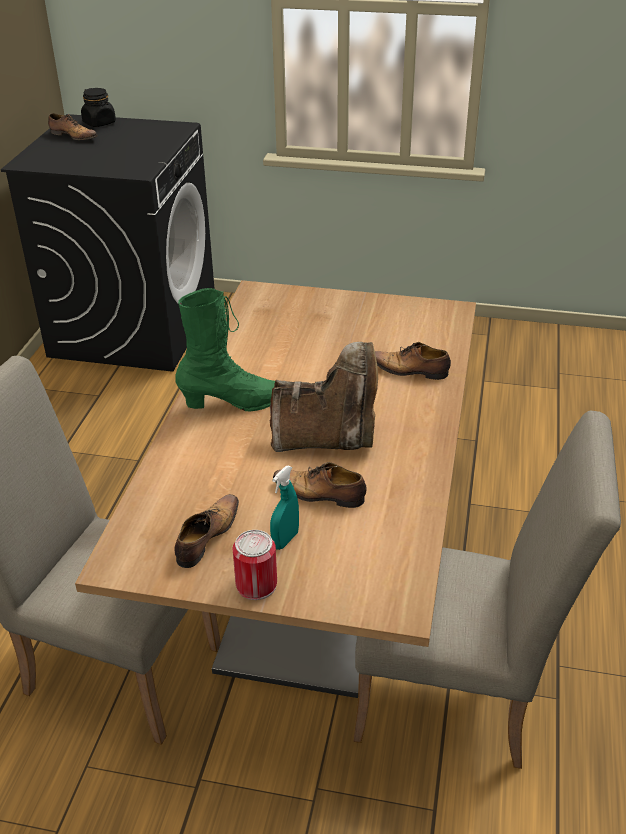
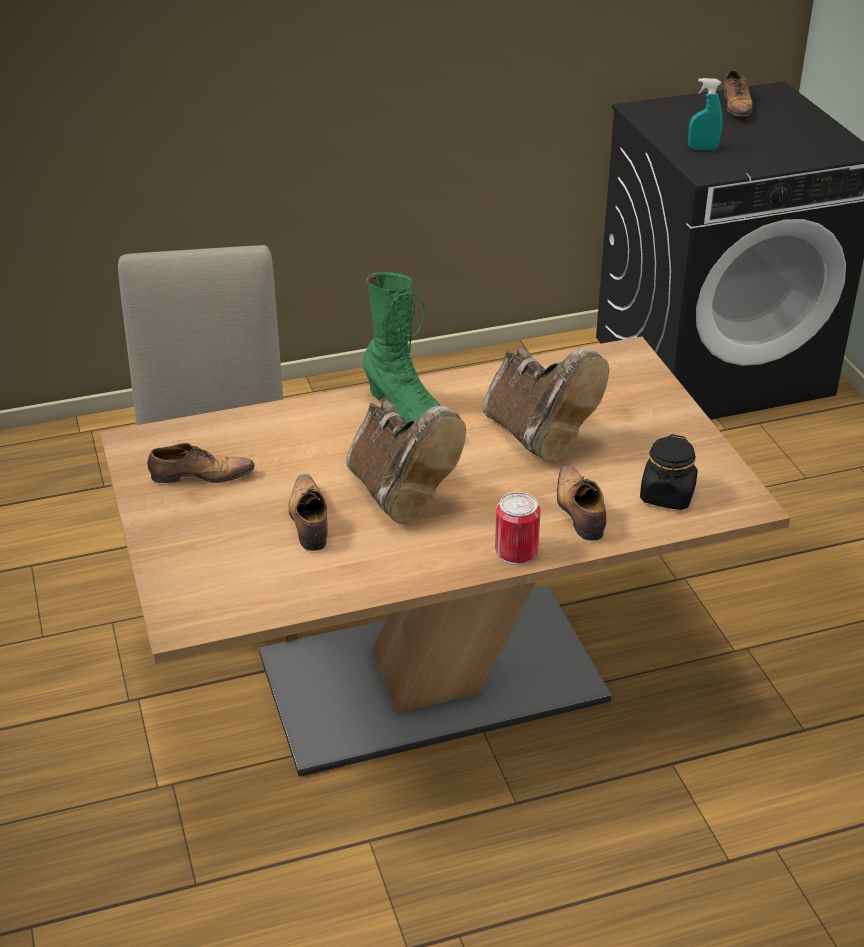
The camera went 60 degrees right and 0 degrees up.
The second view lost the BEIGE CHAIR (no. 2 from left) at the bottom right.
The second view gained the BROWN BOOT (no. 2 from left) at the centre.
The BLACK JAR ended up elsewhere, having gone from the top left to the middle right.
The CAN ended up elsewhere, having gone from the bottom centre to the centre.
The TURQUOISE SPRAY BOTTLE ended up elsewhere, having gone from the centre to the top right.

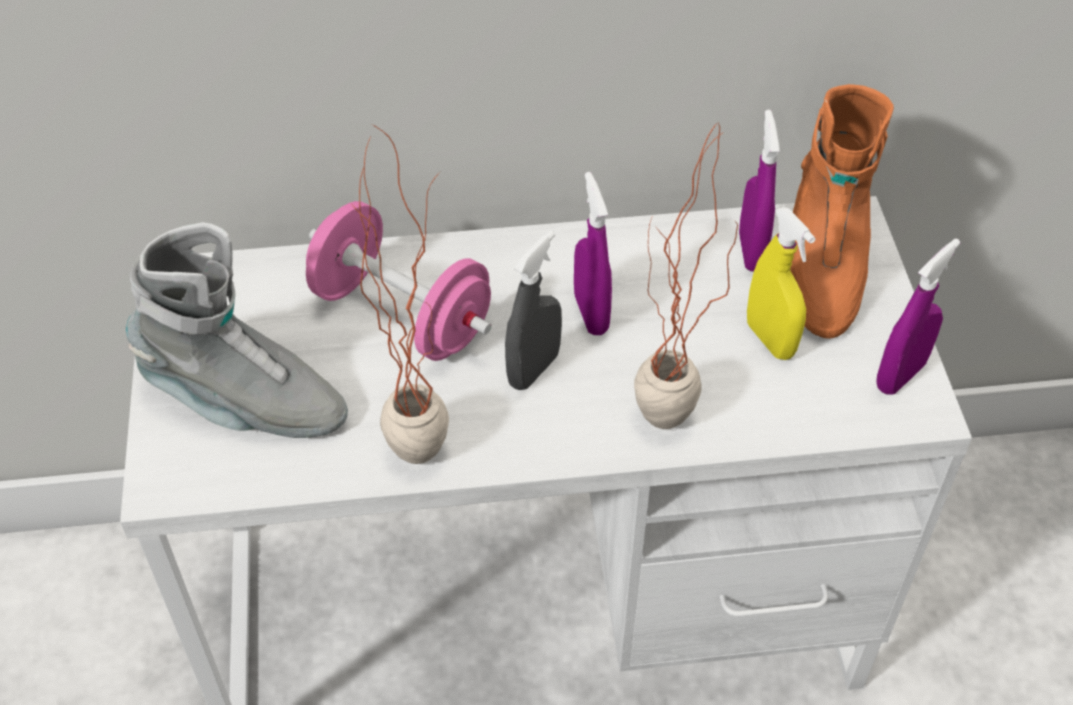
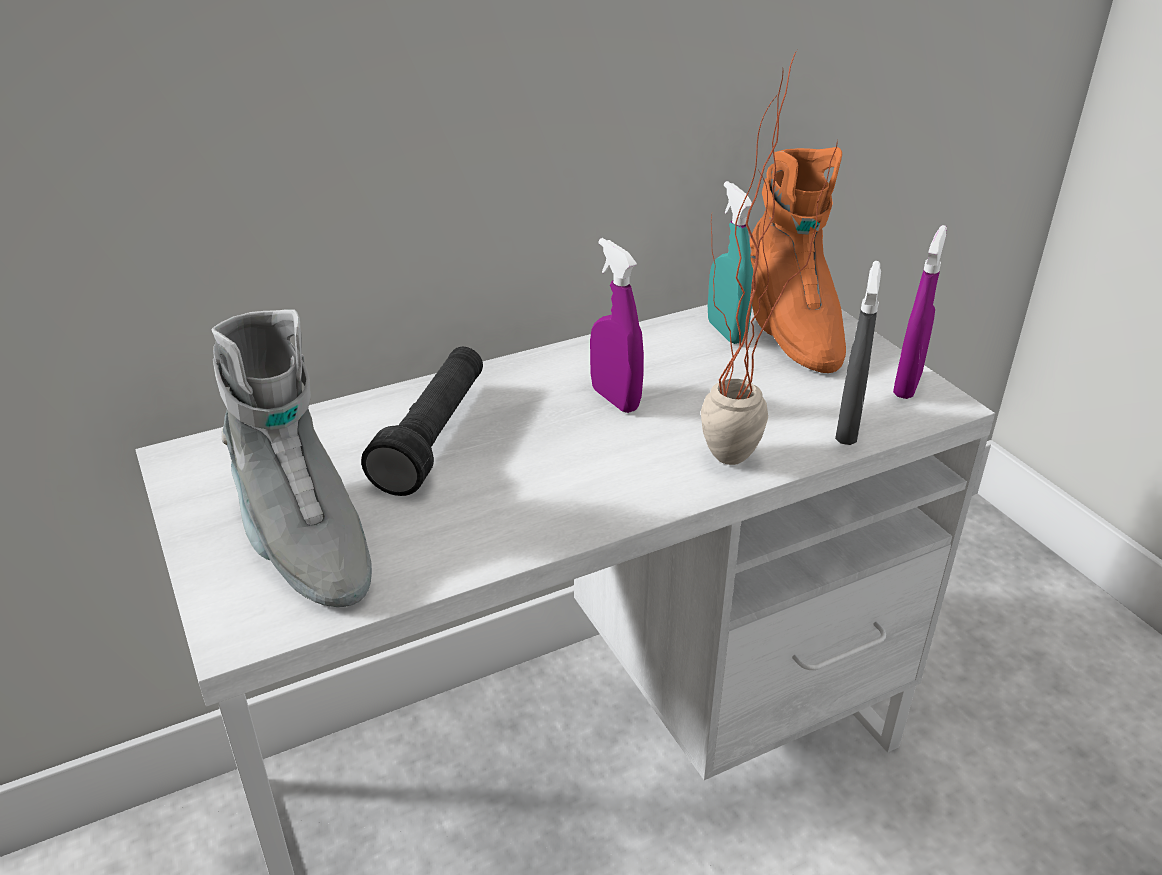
The camera went 20 degrees left and 15 degrees down.
The second view lost the POTTED PLANT (no. 1 from left) at the centre.
The second view lost the YELLOW SPRAY BOTTLE at the middle right.
The GREY SPRAY BOTTLE ended up elsewhere, having gone from the centre to the middle right.
Where the PINK DUMBBELL stood at the centre, the BLACK FLASHLIGHT came to stand at the centre.
What was the PURPLE SPRAY BOTTLE (no. 2 from left) at the top right turned into the TURQUOISE SPRAY BOTTLE at the top centre.
The GREY BOOT at the middle left ended up facing another way, 60 degrees clockwise from before.

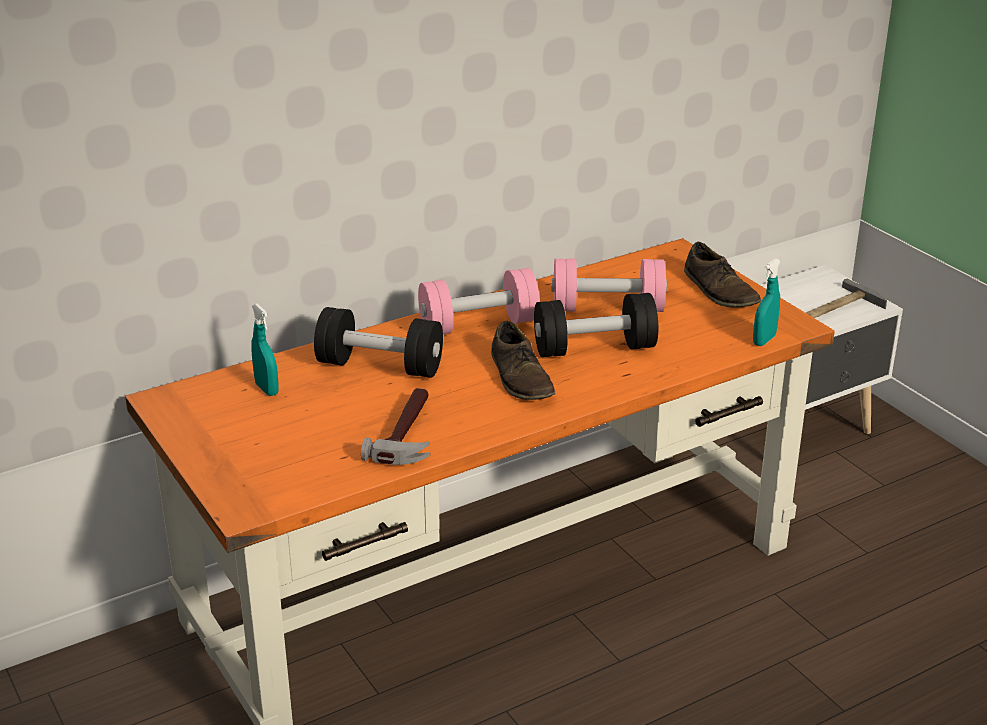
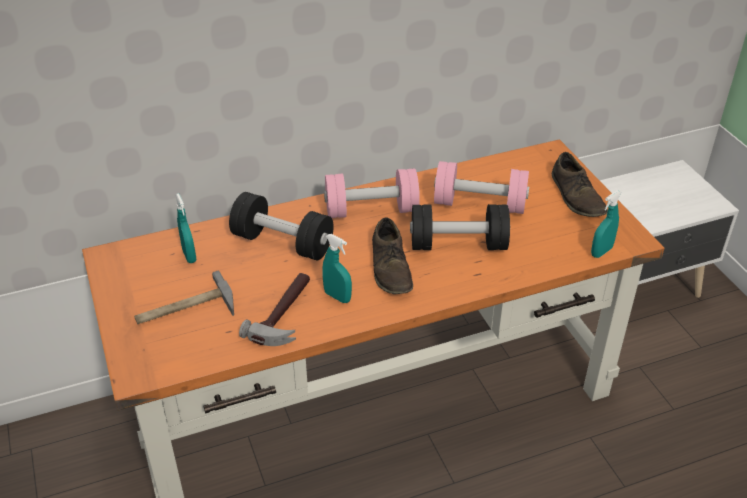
The camera went 10 degrees right and 10 degrees up.
The second view gained the TURQUOISE SPRAY BOTTLE (no. 2 from left) at the centre.
The HAMMER (no. 2 from left in the first image) ended up elsewhere, having gone from the middle right to the middle left.

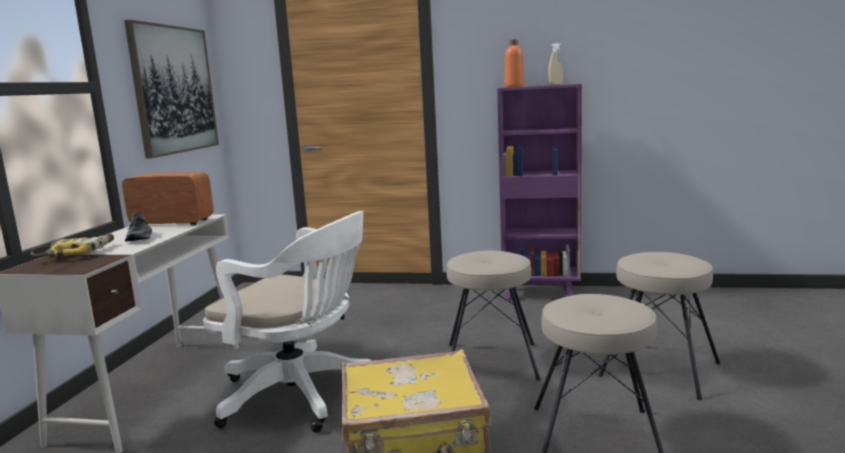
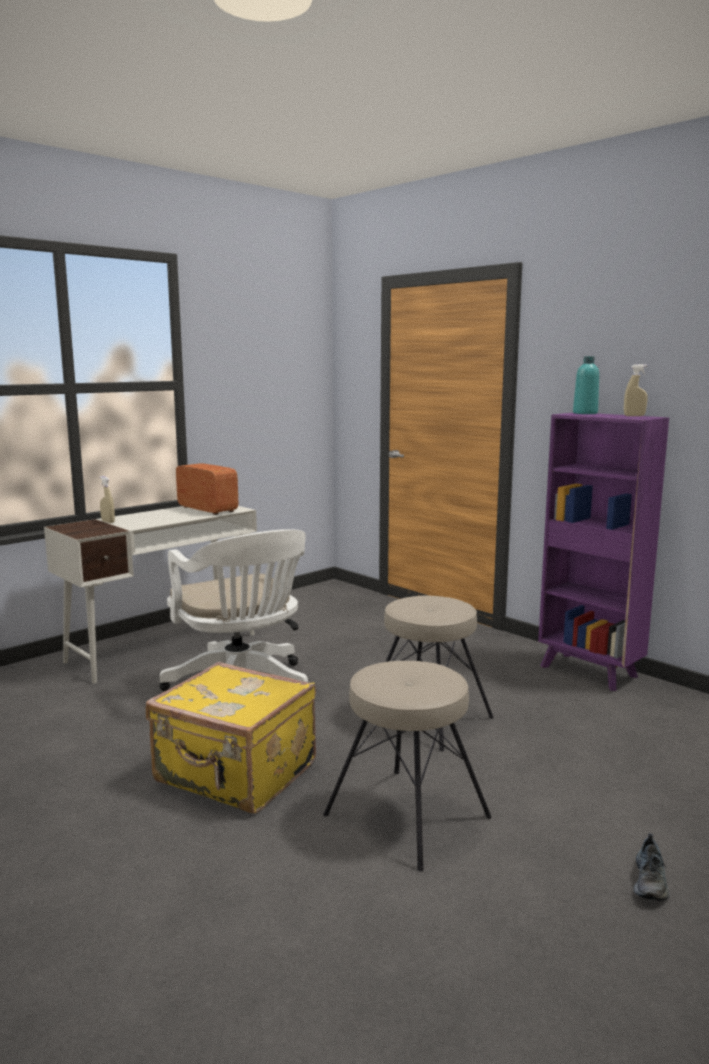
The camera went 35 degrees right and 0 degrees up.
The second view lost the PICTURE at the top left.
The second view lost the BEIGE STOOL (no. 3 from left) at the bottom right.
The SHOE ended up elsewhere, having gone from the middle left to the bottom right.
Where the POWER DRILL stood at the middle left, the BEIGE SPRAY BOTTLE (no. 1 from left) came to stand at the middle left.
What was the ORANGE BOTTLE at the top centre turned into the TURQUOISE BOTTLE at the middle right.

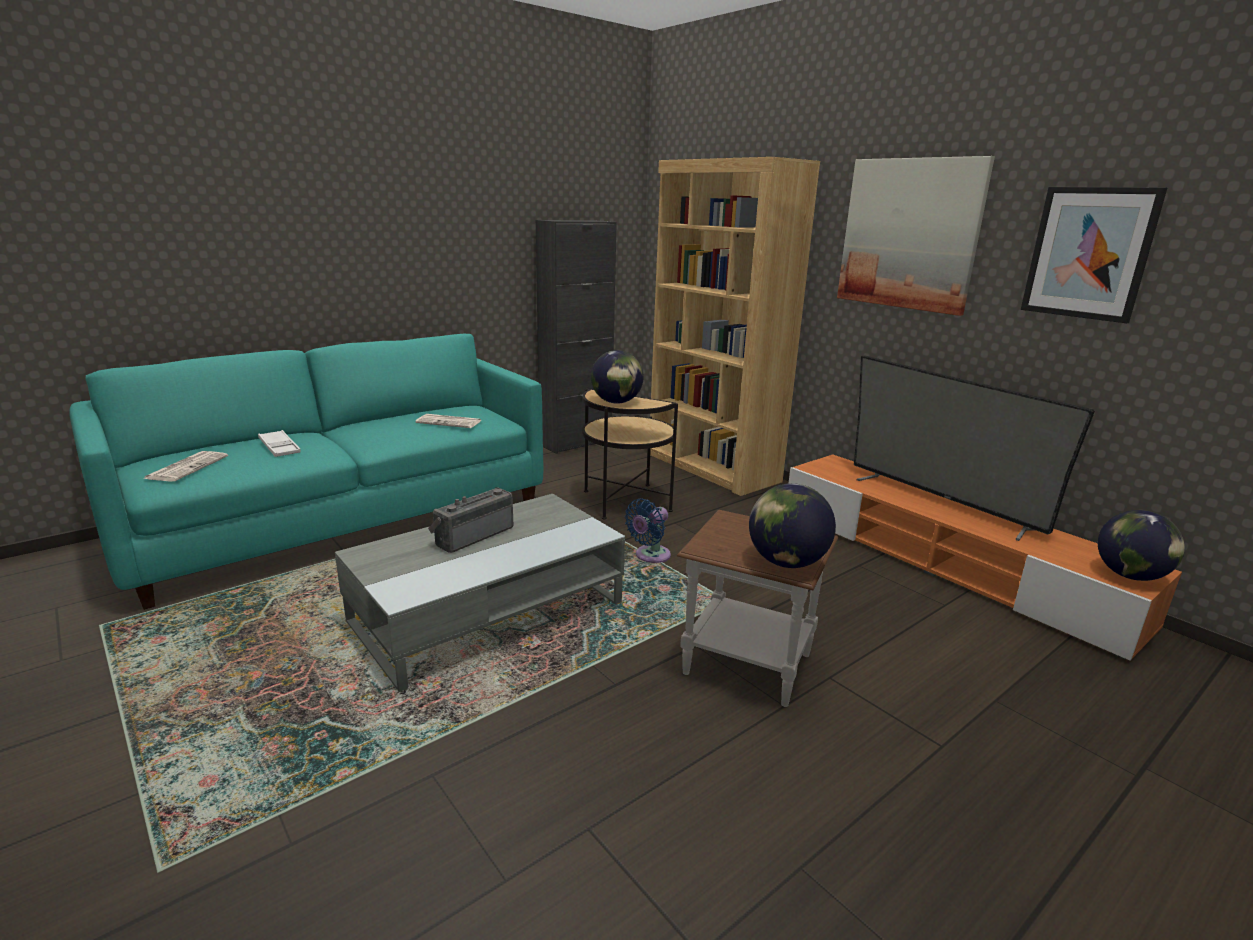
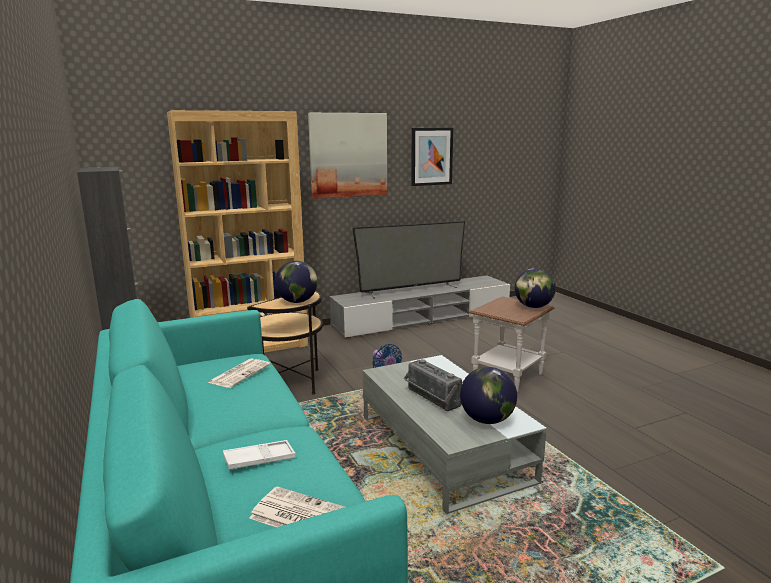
The camera went 75 degrees left and 5 degrees down.
The GLOBE (no. 3 from left in the first image) ended up elsewhere, having gone from the middle right to the bottom centre.
What was the ORANGE TV STAND at the middle right turned into the GREY TV STAND at the centre.

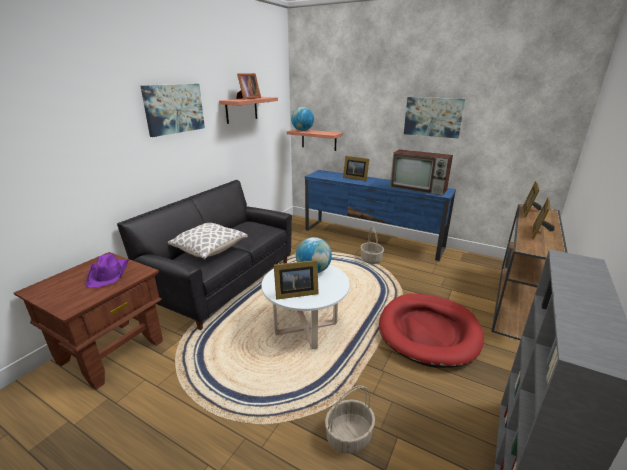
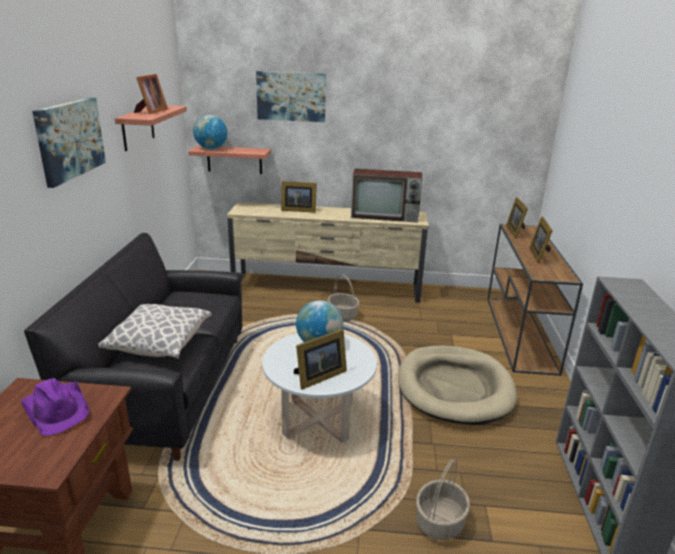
The camera went 25 degrees left and 0 degrees up.
The PICTURE (no. 2 from left) ended up elsewhere, having gone from the top right to the top centre.
What was the BLUE TV STAND at the centre turned into the BEIGE TV STAND at the centre.
What was the RED DOG BED at the bottom right turned into the BEIGE DOG BED at the bottom right.

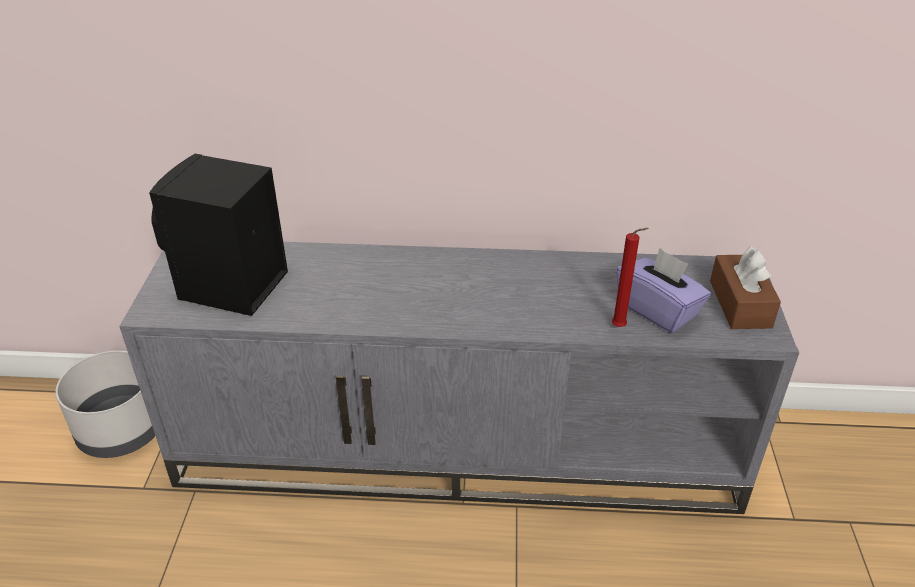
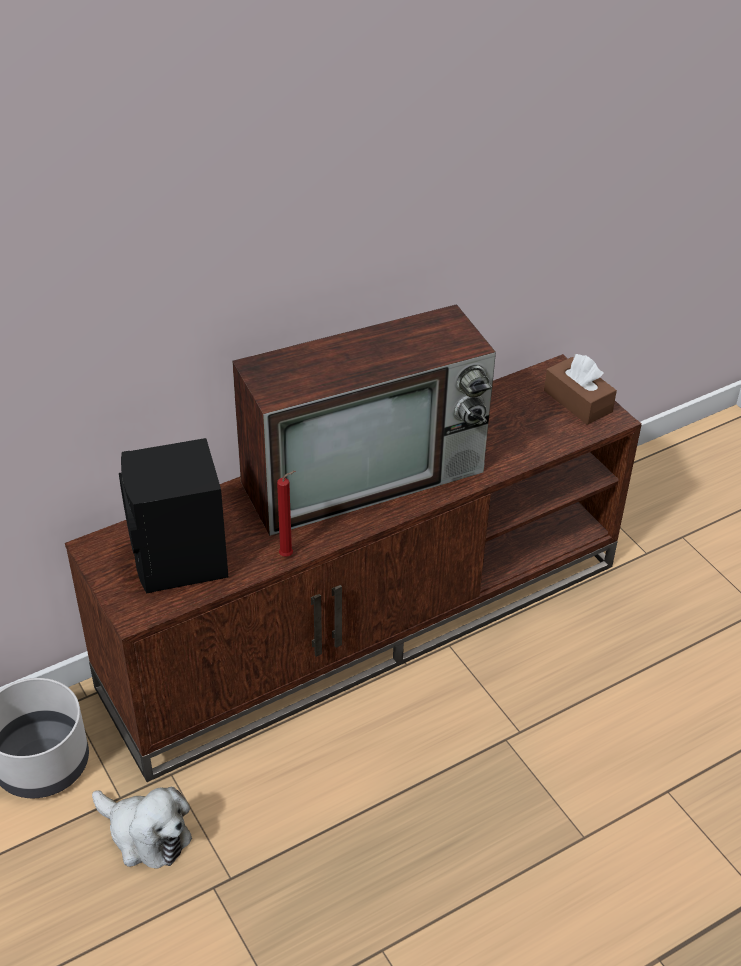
The camera went 35 degrees left and 5 degrees up.
The second view lost the PURPLE TISSUE BOX at the middle right.
The second view gained the PLUSH TOY at the bottom left.
The second view gained the TELEVISION at the centre.
The RED CANDLE ended up elsewhere, having gone from the middle right to the centre.
What was the GREY TV STAND at the centre turned into the BROWN TV STAND at the centre.

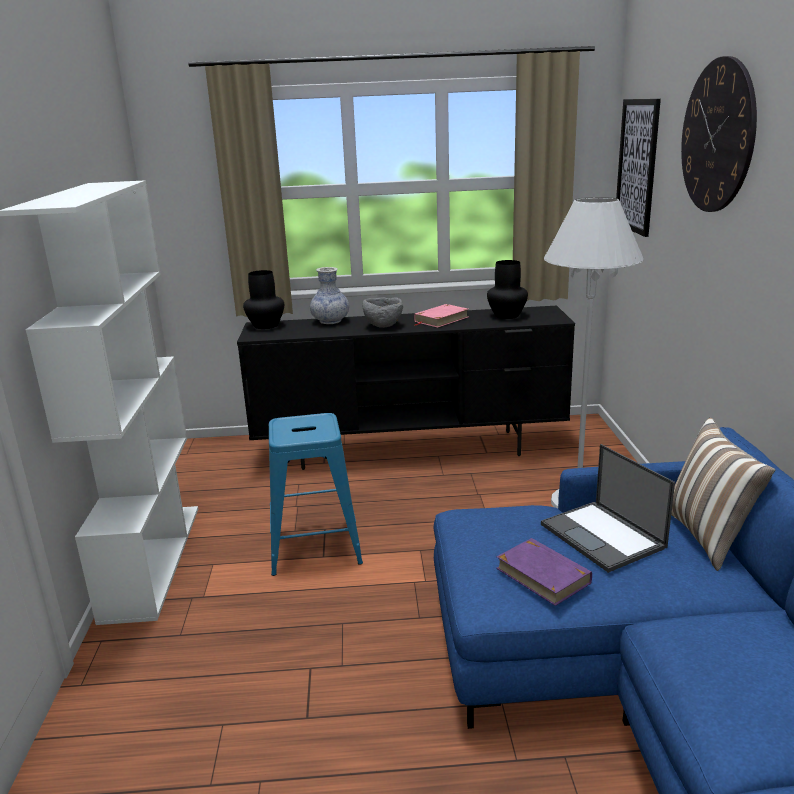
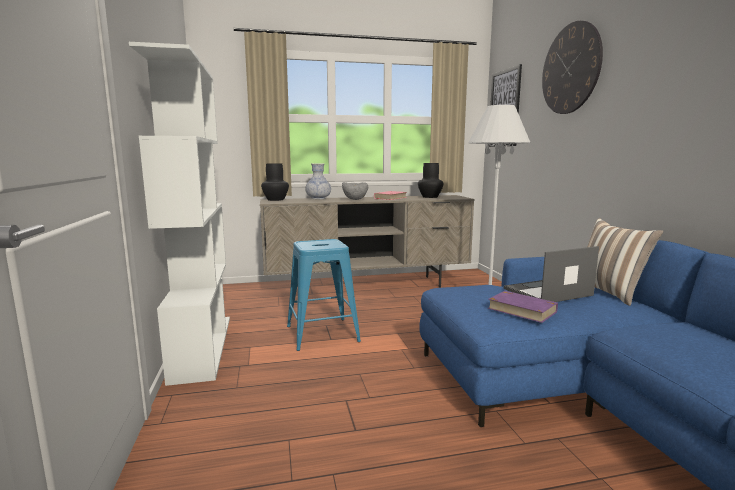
The camera went 10 degrees left and 10 degrees down.
What was the BLACK TV STAND at the centre turned into the BEIGE TV STAND at the centre.
The LAPTOP at the middle right ended up facing another way, 105 degrees clockwise from before.

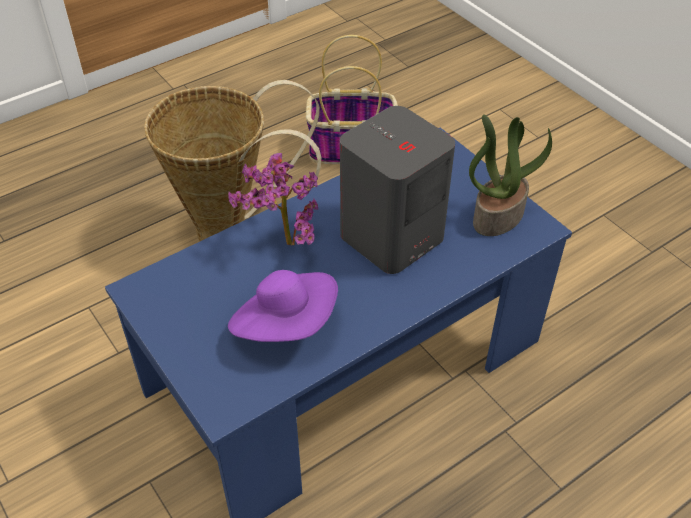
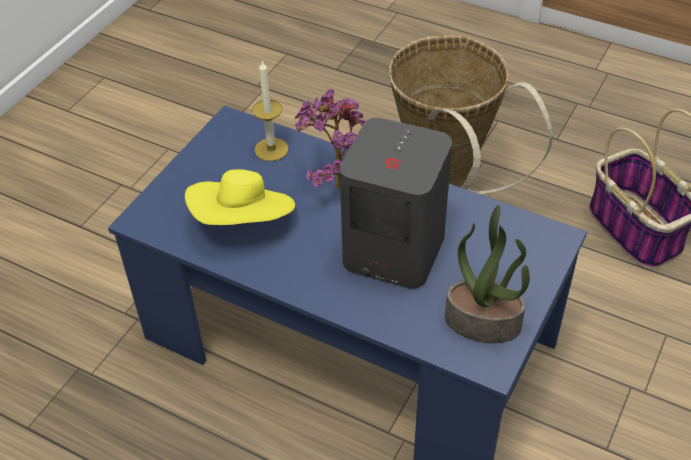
The camera went 65 degrees right and 0 degrees up.
The second view gained the CANDLE at the top centre.
What was the PURPLE HAT at the centre turned into the YELLOW HAT at the centre.

